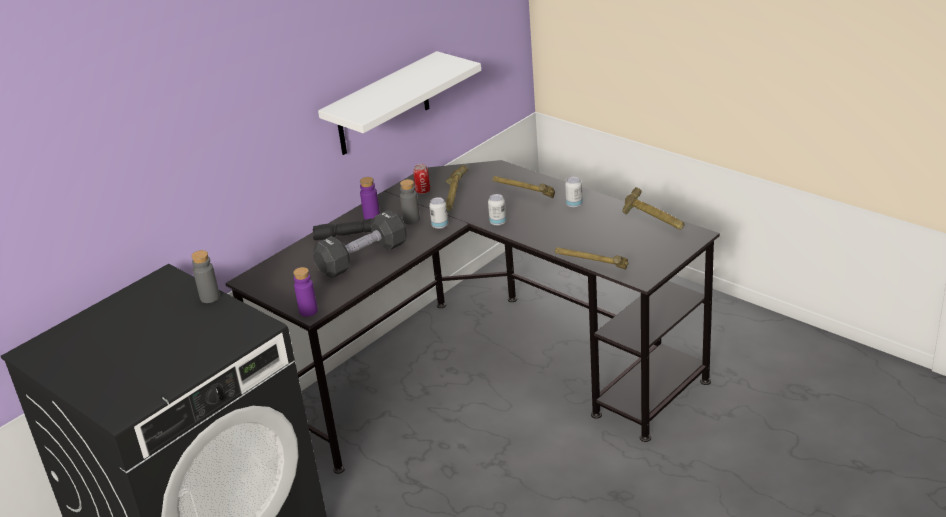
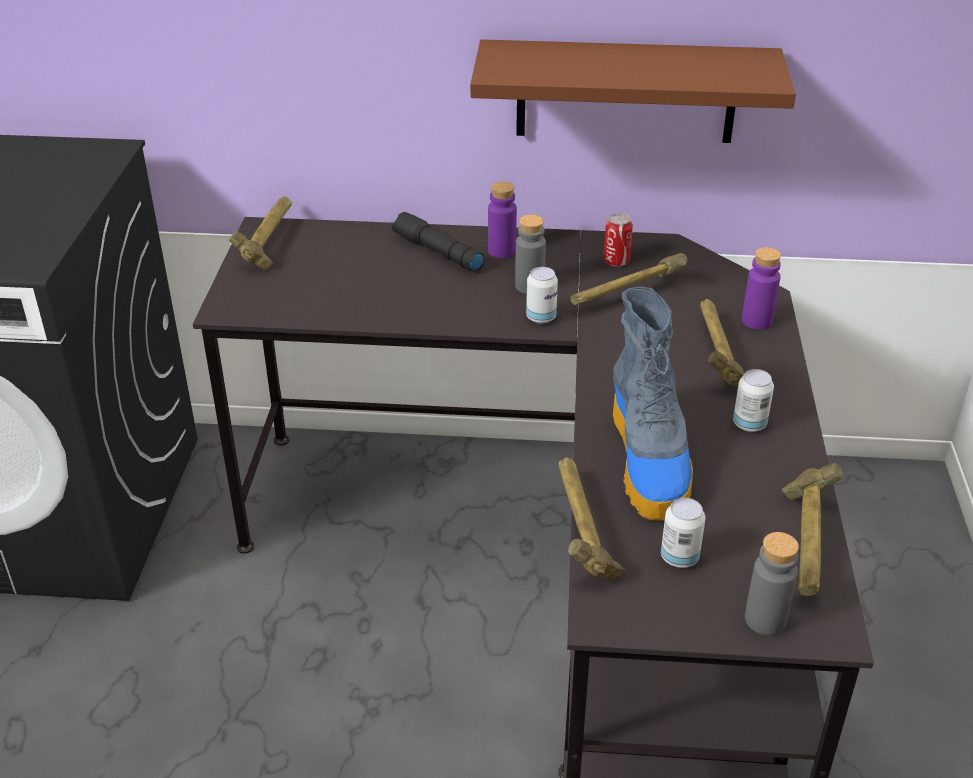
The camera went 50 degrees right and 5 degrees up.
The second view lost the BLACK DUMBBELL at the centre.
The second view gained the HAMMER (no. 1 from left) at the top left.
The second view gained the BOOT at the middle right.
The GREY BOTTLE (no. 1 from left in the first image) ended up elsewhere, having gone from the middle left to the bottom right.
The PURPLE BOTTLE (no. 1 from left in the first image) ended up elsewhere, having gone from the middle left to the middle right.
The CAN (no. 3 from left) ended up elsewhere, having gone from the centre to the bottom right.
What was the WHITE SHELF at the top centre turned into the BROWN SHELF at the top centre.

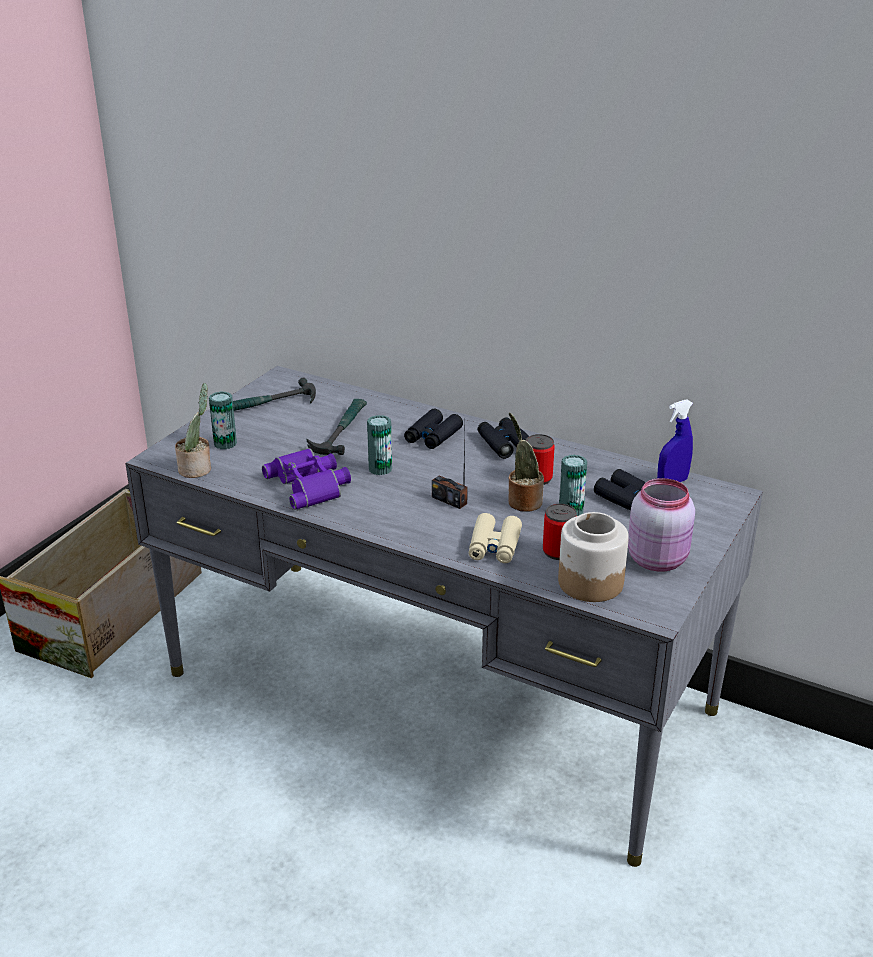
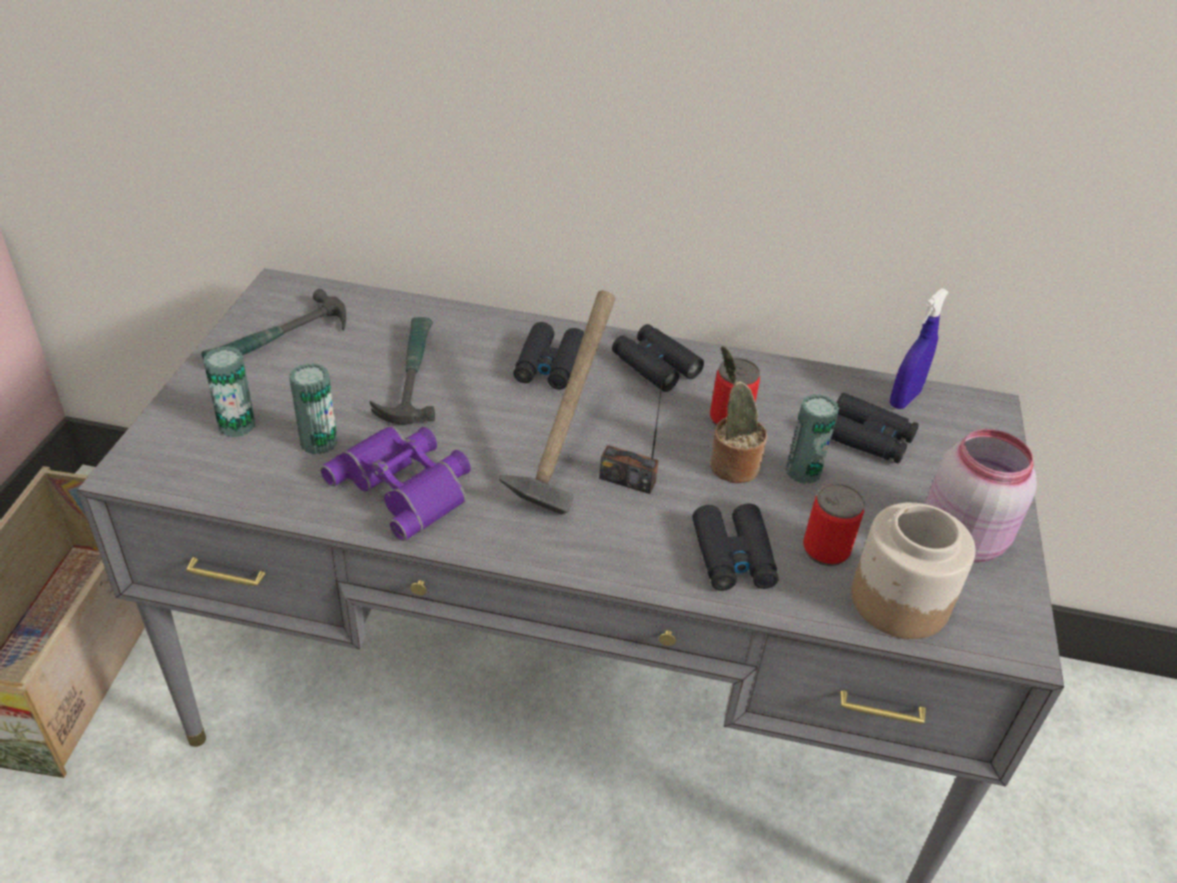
The camera went 20 degrees left and 10 degrees up.
The second view lost the POTTED PLANT (no. 1 from left) at the middle left.
The second view gained the HAMMER (no. 3 from left) at the centre.
The CAN (no. 2 from left) ended up elsewhere, having gone from the centre to the middle left.
What was the BEIGE BINOCULARS at the centre turned into the BLACK BINOCULARS (no. 3 from left) at the centre.

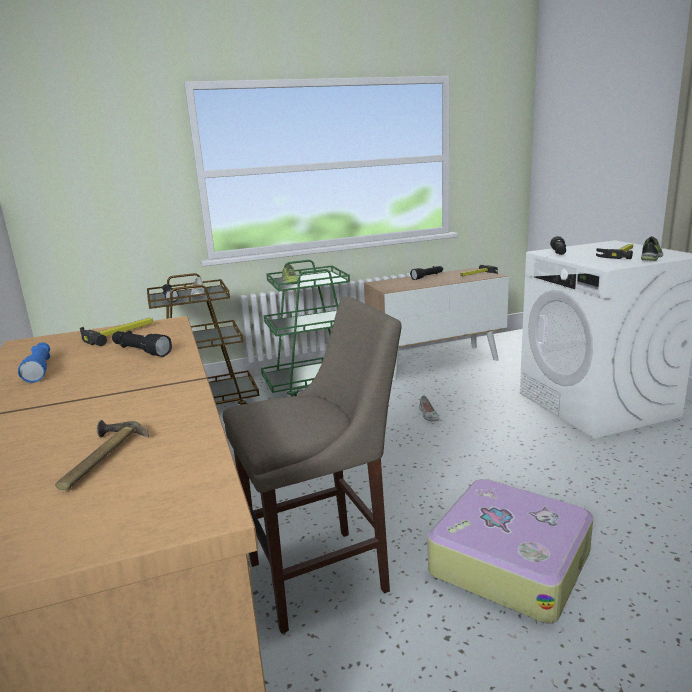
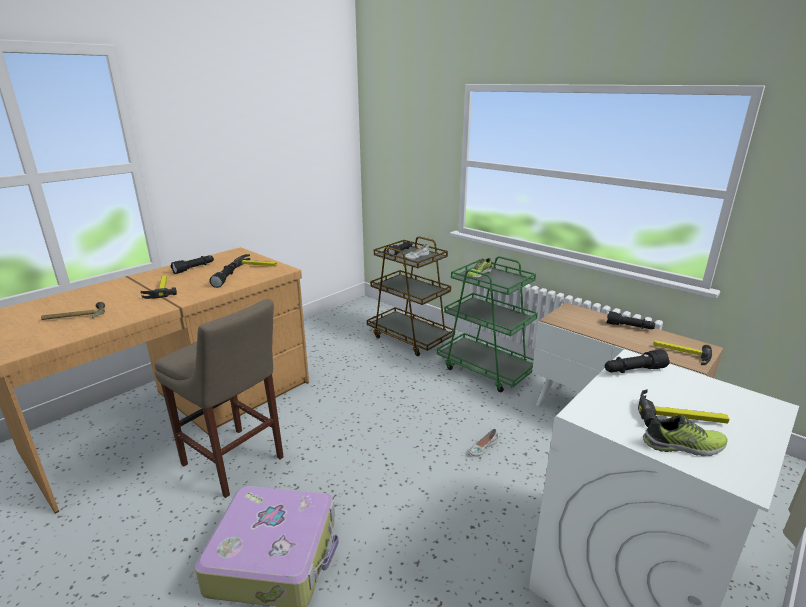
The camera went 60 degrees right and 5 degrees up.
The second view gained the HAMMER (no. 2 from left) at the middle left.
What was the BLUE FLASHLIGHT at the middle left turned into the BLACK FLASHLIGHT (no. 1 from left) at the middle left.

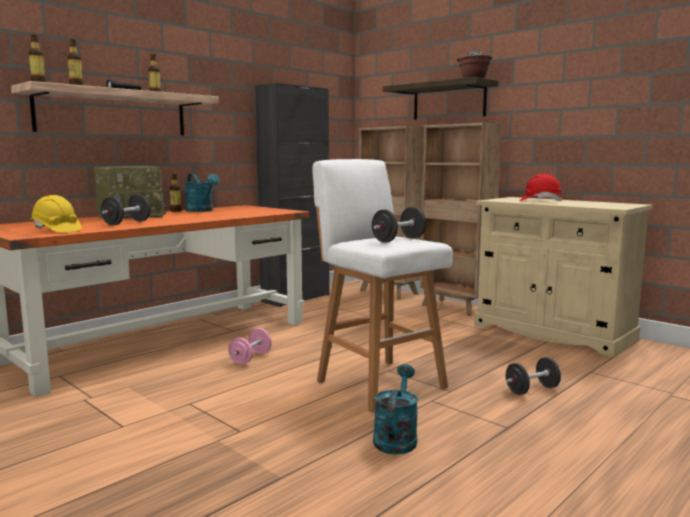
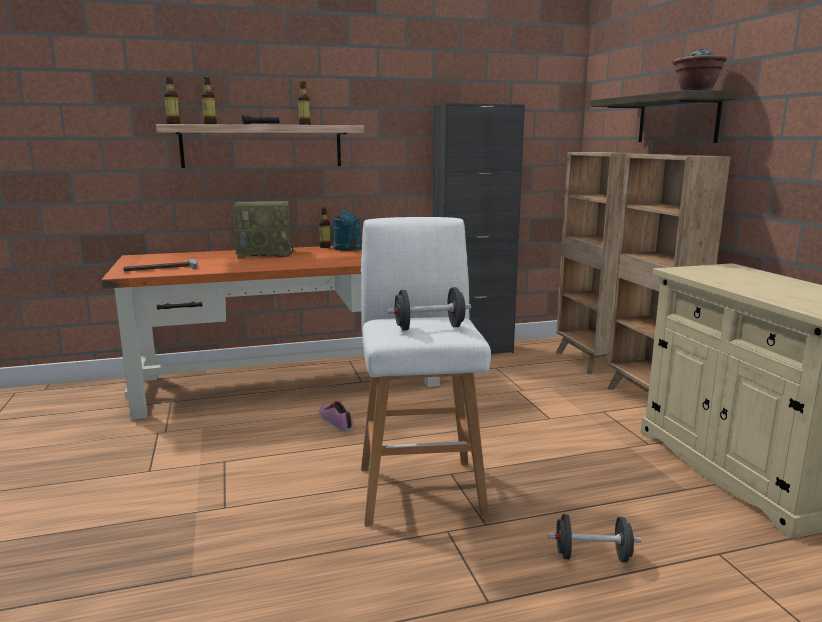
The camera went 30 degrees right and 5 degrees up.
The second view lost the BLACK DUMBBELL (no. 1 from left) at the middle left.
The second view lost the TURQUOISE WATERING CAN (no. 2 from left) at the bottom centre.
The second view lost the RED HARD HAT at the middle right.
Where the YELLOW HARD HAT stood at the middle left, the HAMMER came to stand at the middle left.
Where the PINK DUMBBELL stood at the bottom centre, the SHOE came to stand at the bottom centre.

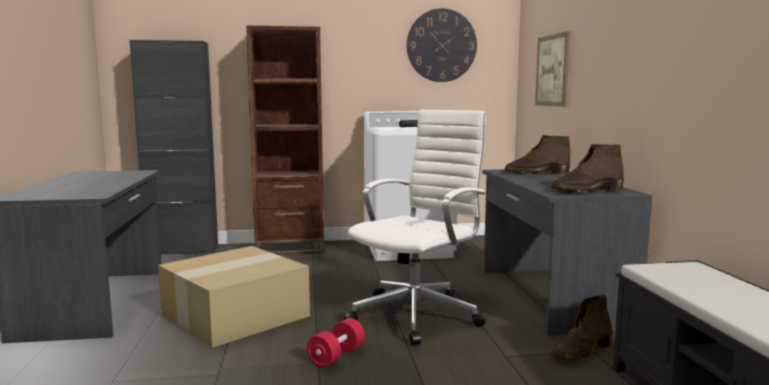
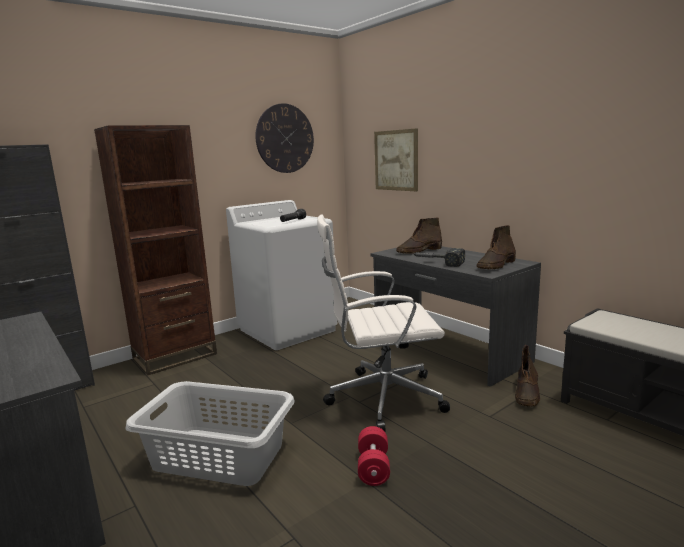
The camera went 30 degrees left and 5 degrees up.
The second view gained the HAMMER at the centre.
Where the CARDBOARD BOX stood at the bottom left, the GREY LAUNDRY BASKET came to stand at the bottom left.
The WHITE OFFICE CHAIR at the centre ended up facing another way, 105 degrees counterclockwise from before.

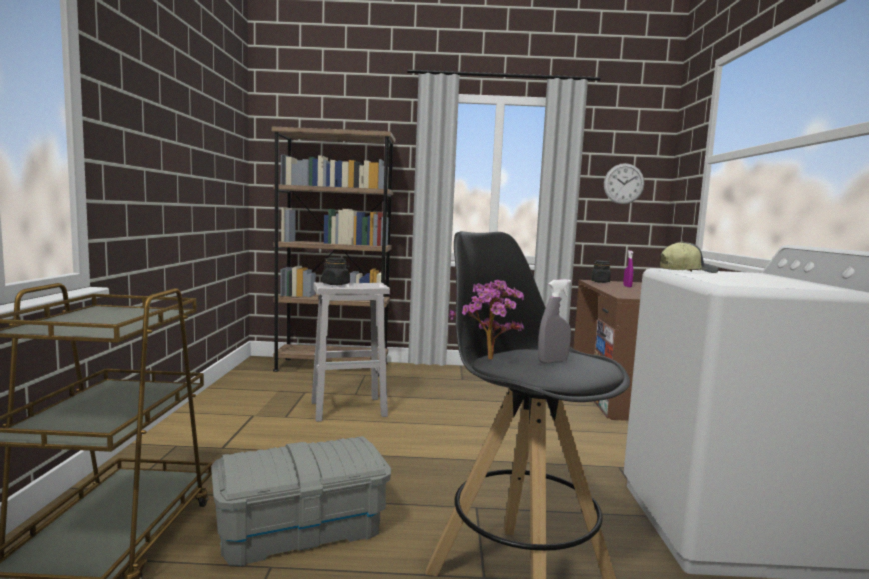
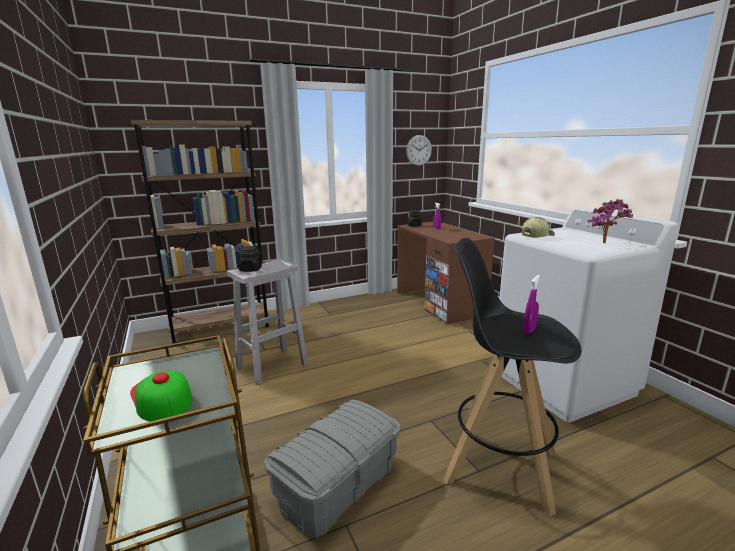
The camera went 25 degrees left and 10 degrees up.
The second view gained the CAP (no. 1 from left) at the bottom left.
The POTTED PLANT ended up elsewhere, having gone from the centre to the middle right.
What was the GREY SPRAY BOTTLE at the centre turned into the PURPLE SPRAY BOTTLE (no. 2 from left) at the middle right.

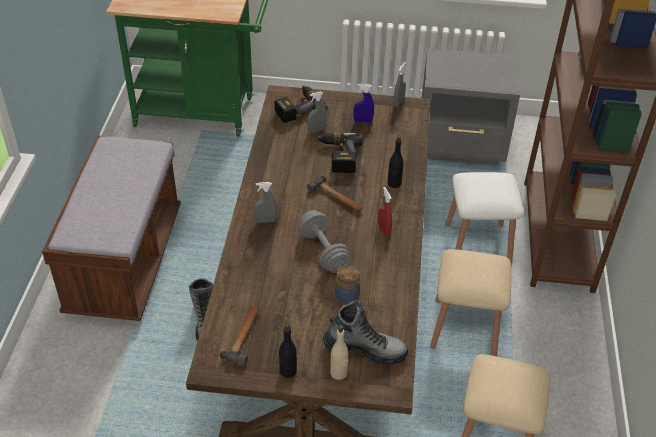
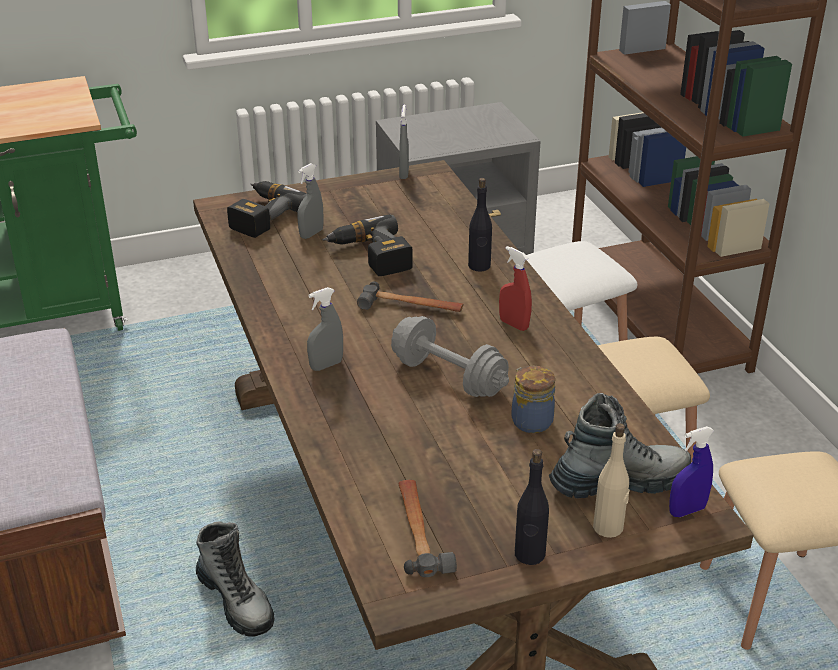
The camera went 25 degrees left and 10 degrees down.
The BLUE SPRAY BOTTLE ended up elsewhere, having gone from the top centre to the bottom right.

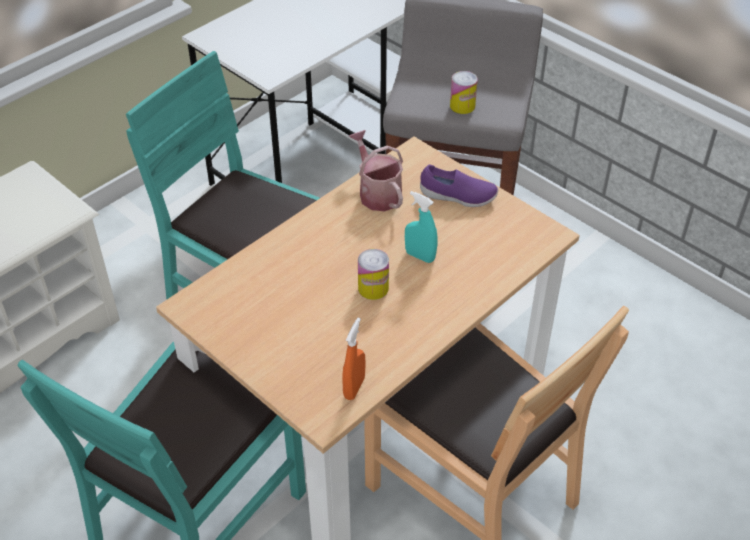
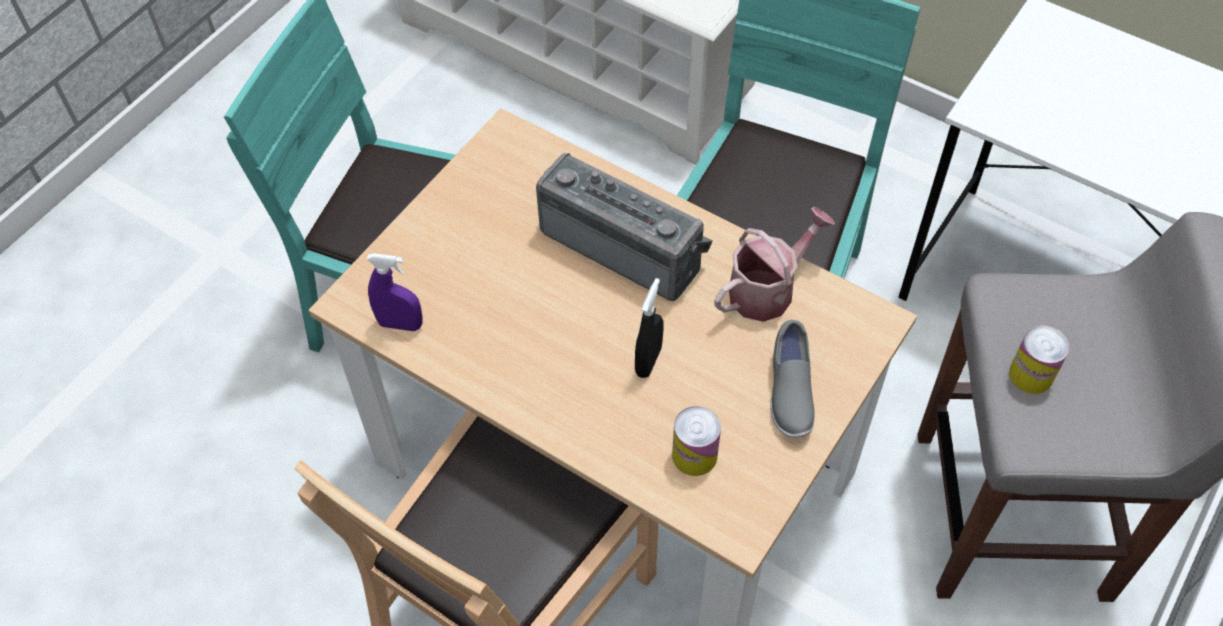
The camera went 80 degrees right and 10 degrees up.
The second view gained the RADIO at the centre.
The CAN (no. 1 from left) ended up elsewhere, having gone from the centre to the bottom centre.
What was the ORANGE SPRAY BOTTLE at the centre turned into the PURPLE SPRAY BOTTLE at the middle left.
What was the TURQUOISE SPRAY BOTTLE at the centre turned into the BLACK SPRAY BOTTLE at the centre.
What was the PURPLE SHOE at the centre turned into the GREY SHOE at the centre.

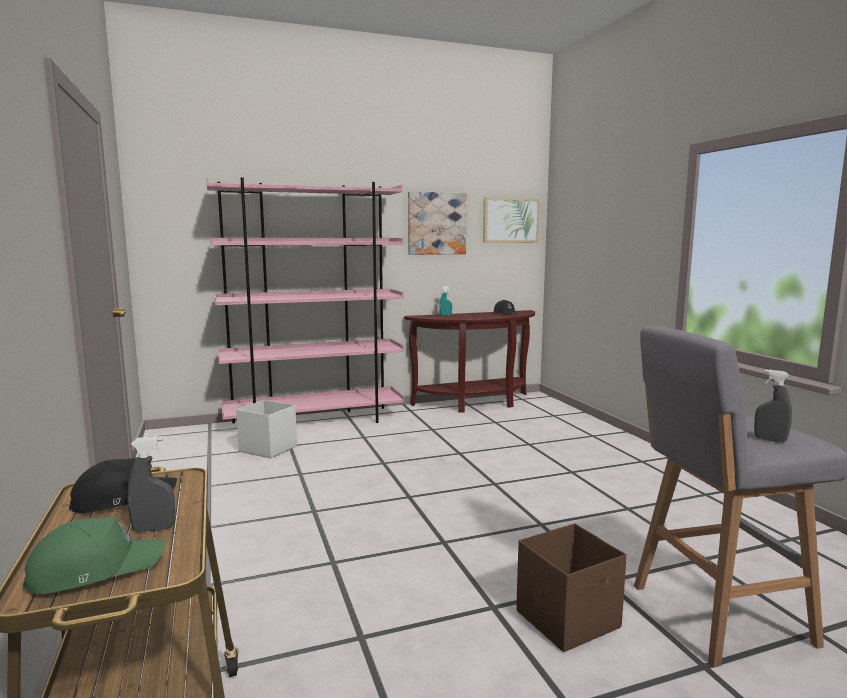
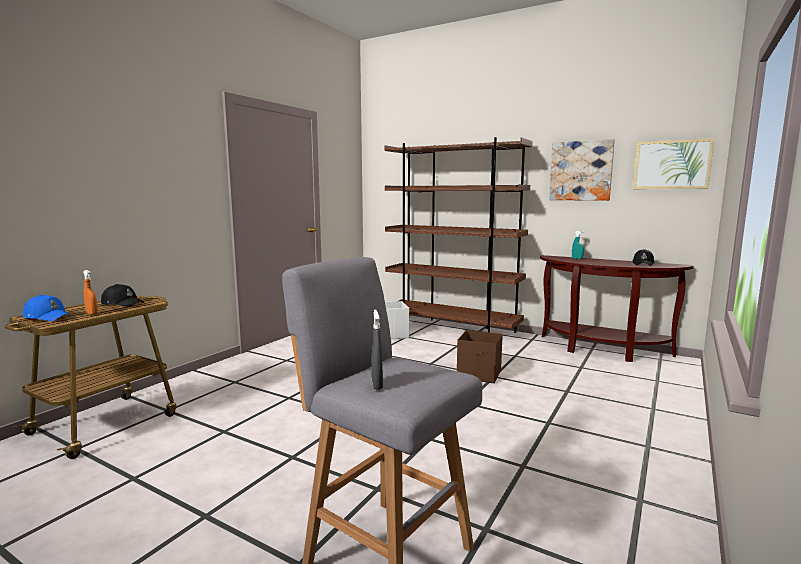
The camera went 50 degrees right and 0 degrees up.
The BROWN STORAGE BOX ended up elsewhere, having gone from the bottom right to the centre.
What was the GREEN CAP at the bottom left turned into the BLUE CAP at the middle left.
What was the GREY SPRAY BOTTLE (no. 1 from left) at the bottom left turned into the ORANGE SPRAY BOTTLE at the middle left.
What was the PINK BOOKCASE at the centre turned into the BROWN BOOKCASE at the centre.

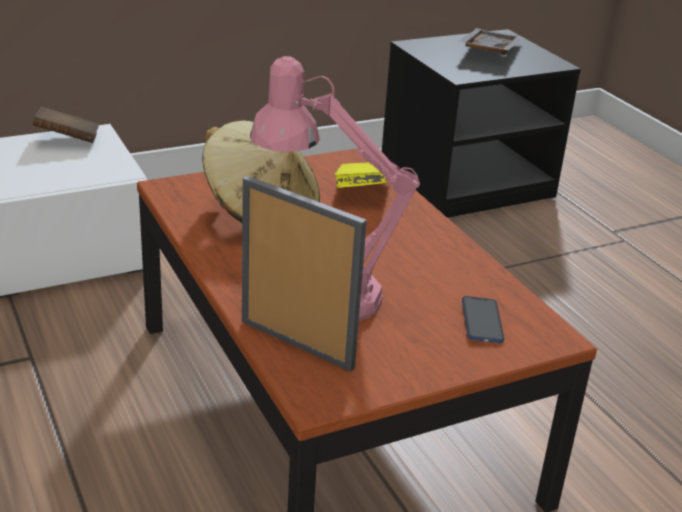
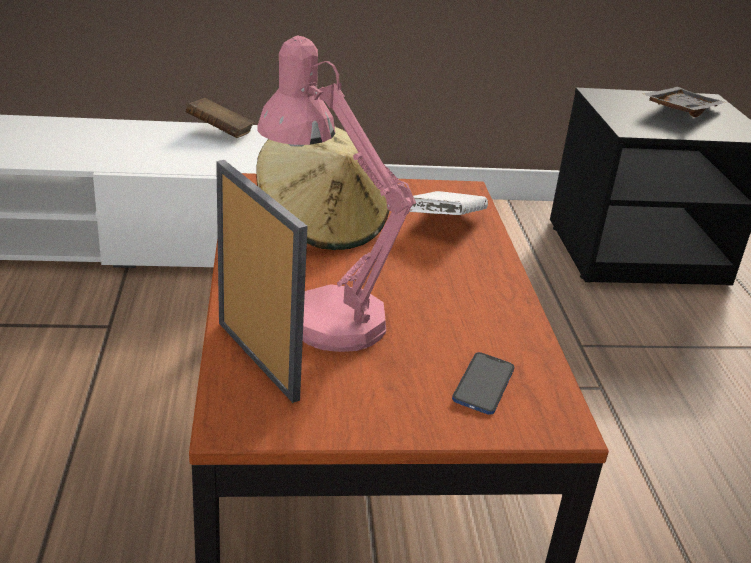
The camera went 20 degrees right and 0 degrees up.
What was the YELLOW BOOK at the centre turned into the WHITE BOOK at the centre.

